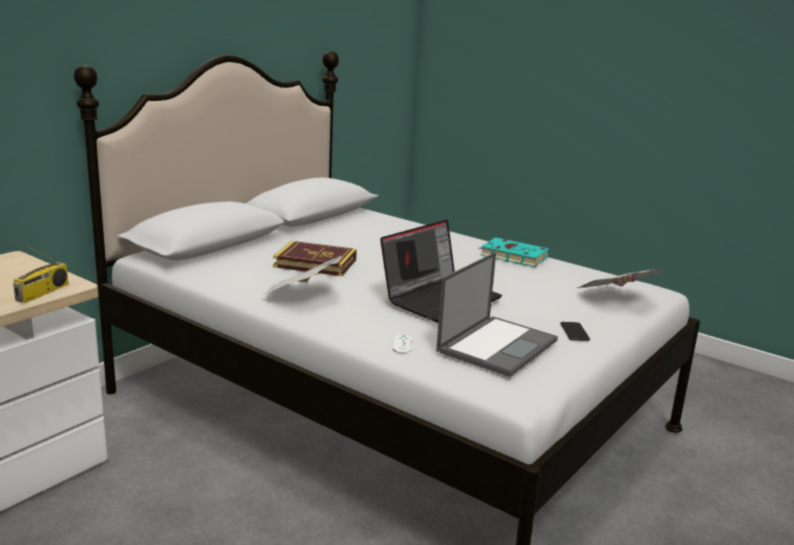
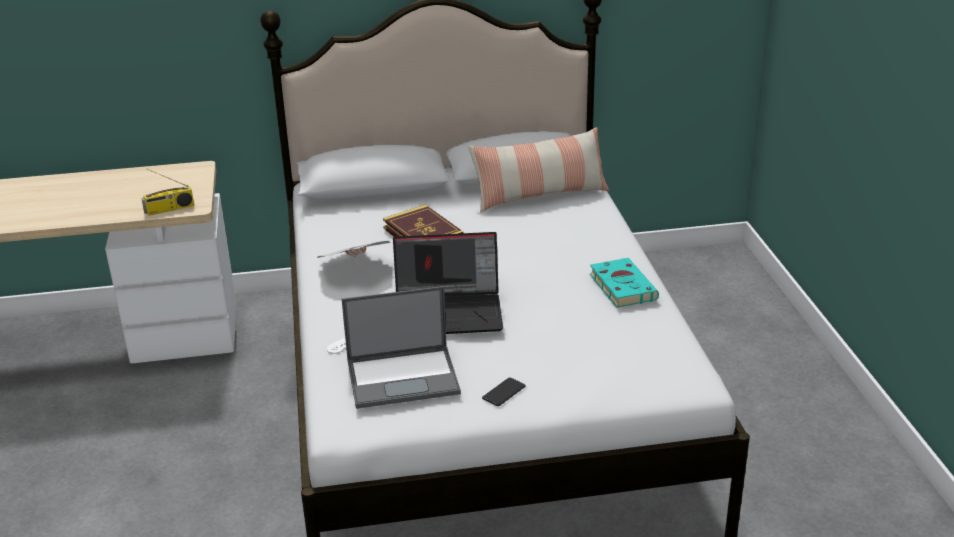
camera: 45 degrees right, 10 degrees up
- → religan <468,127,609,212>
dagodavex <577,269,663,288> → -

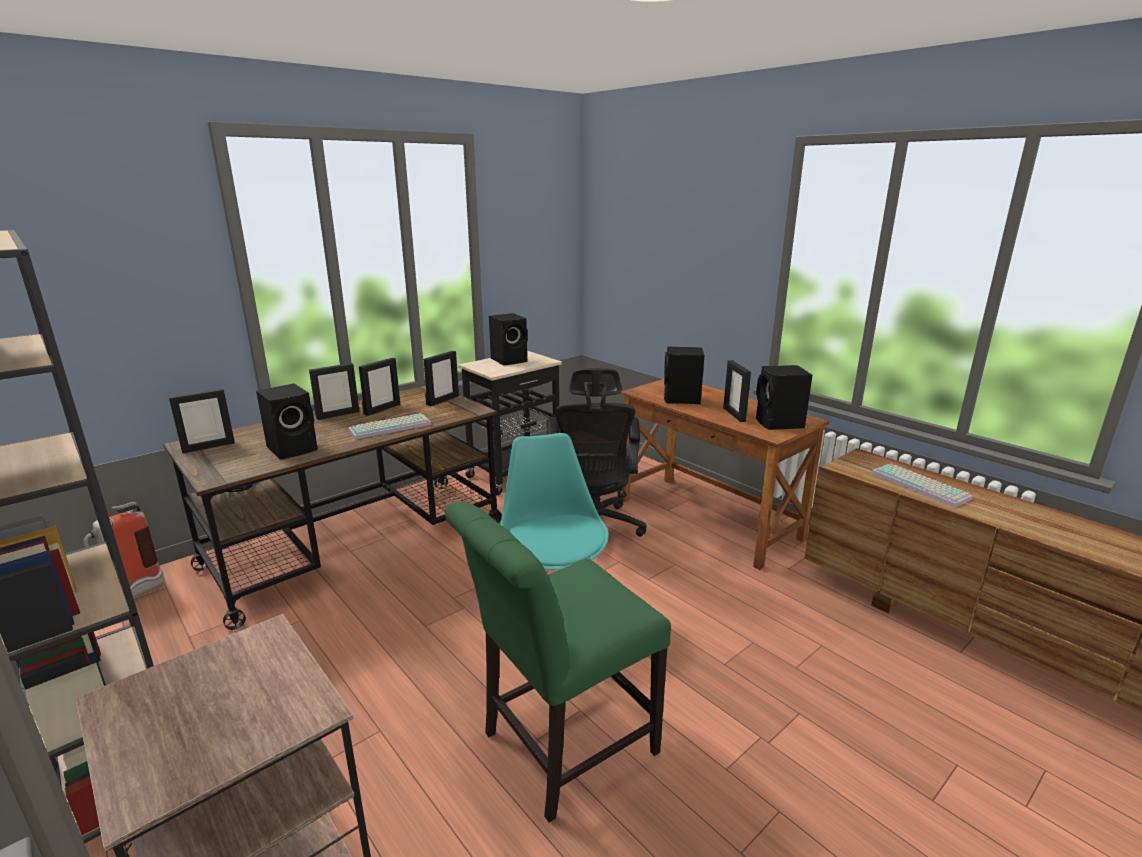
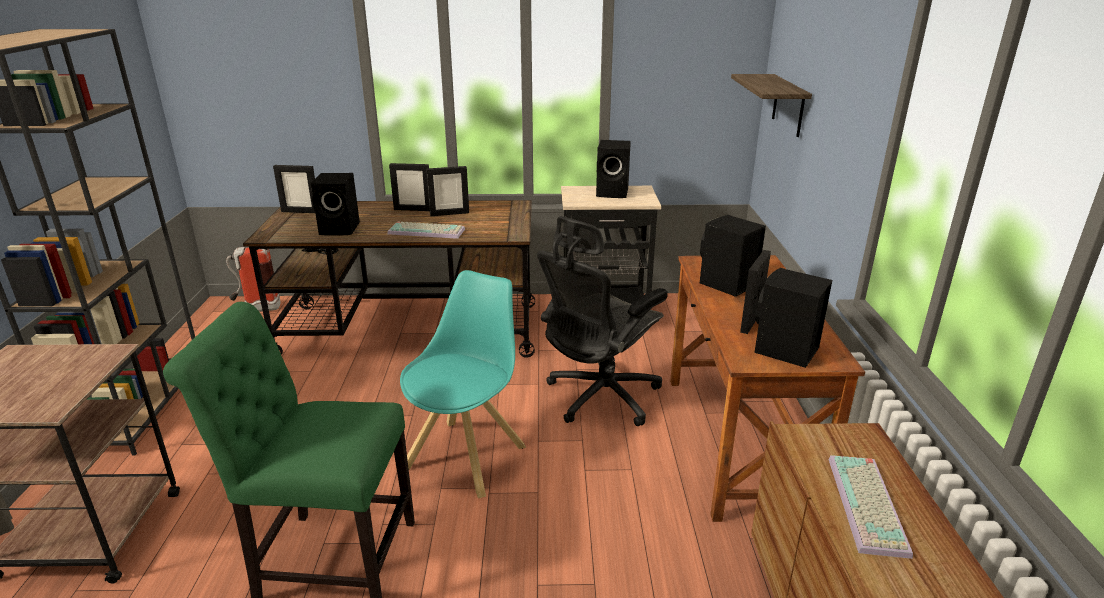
camera: 40 degrees right, 5 degrees up
- → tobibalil <731,74,812,137>
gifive <424,351,459,406> → -

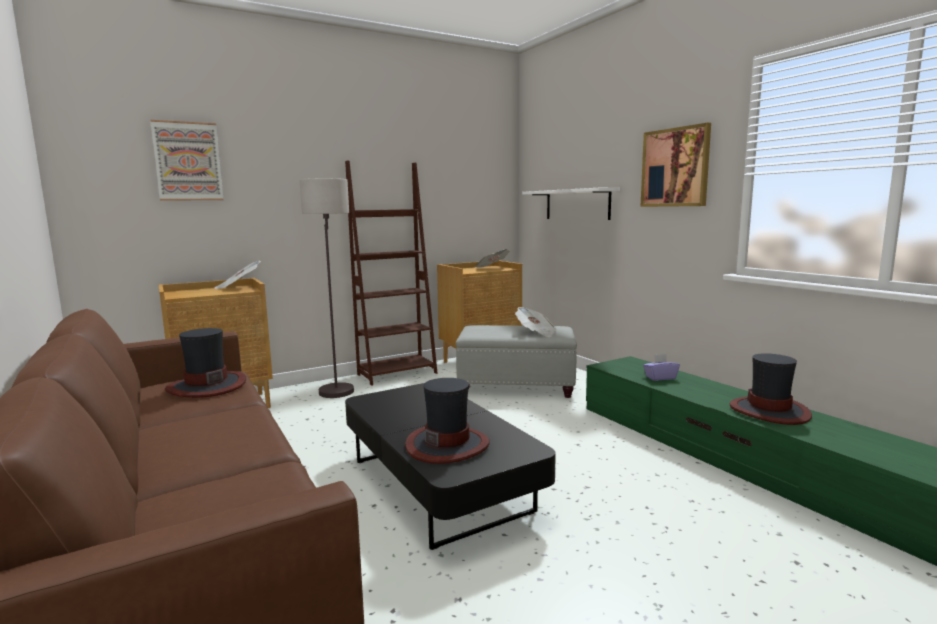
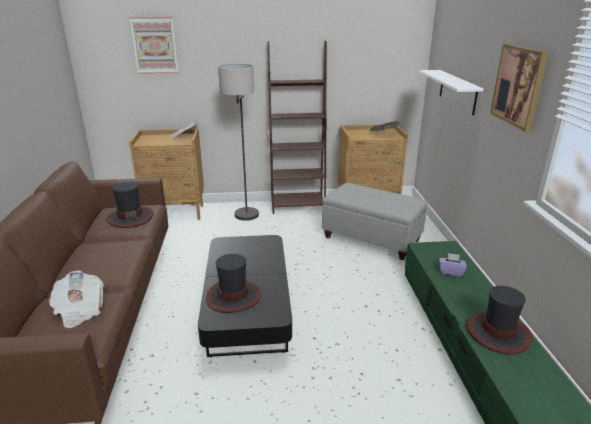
camera: 25 degrees right, 15 degrees up
dagodavex <515,307,557,337> → dagodavex <49,271,104,328>, relocated

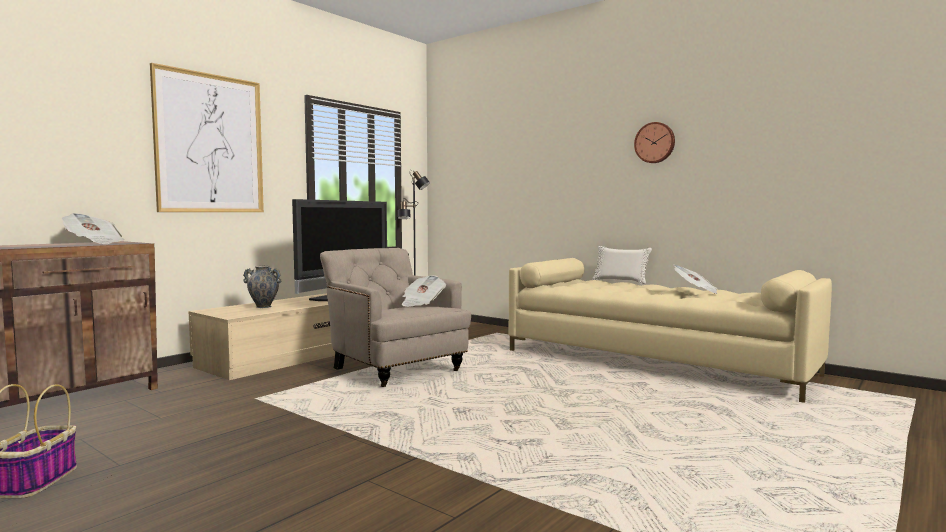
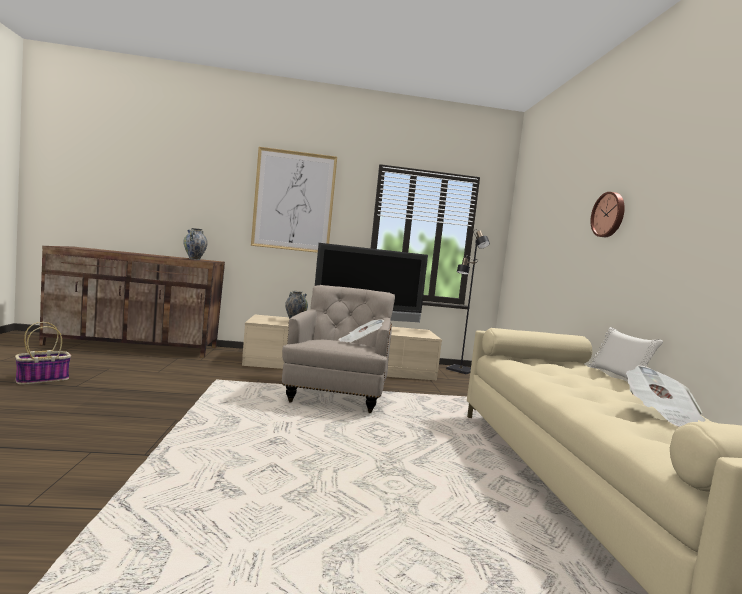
camera: 45 degrees right, 0 degrees up
dagodavex <62,213,125,244> → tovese <183,228,208,260>
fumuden <634,122,675,163> → fumuden <590,192,625,237>, relocated

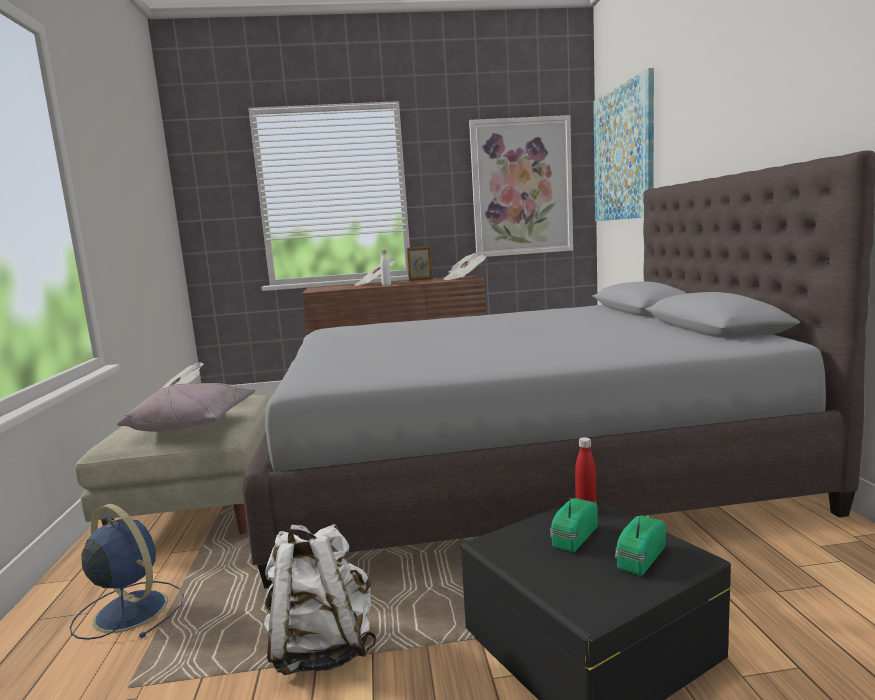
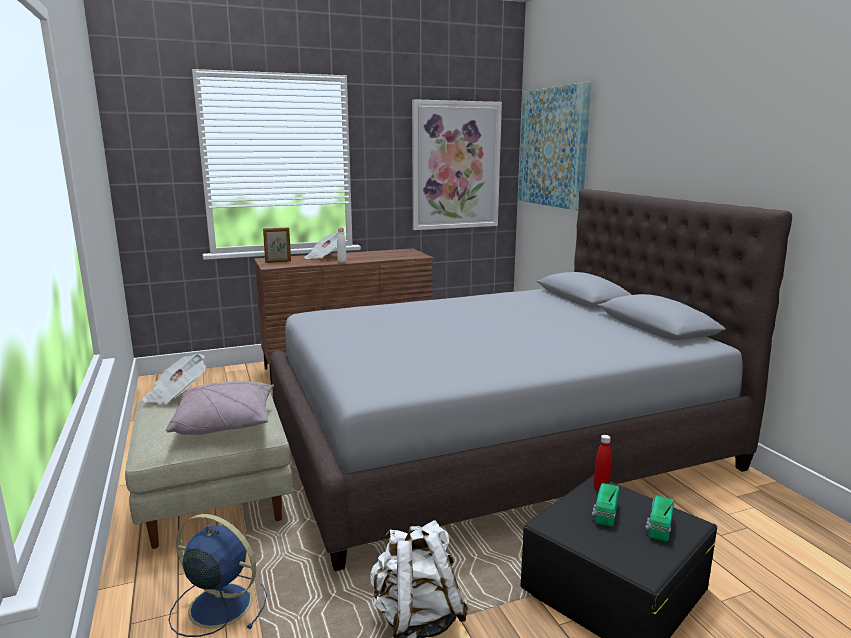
camera: 15 degrees left, 5 degrees up
gifive <407,246,433,281> → gifive <263,227,291,263>, relocated
dagodavex <443,252,486,280> → -

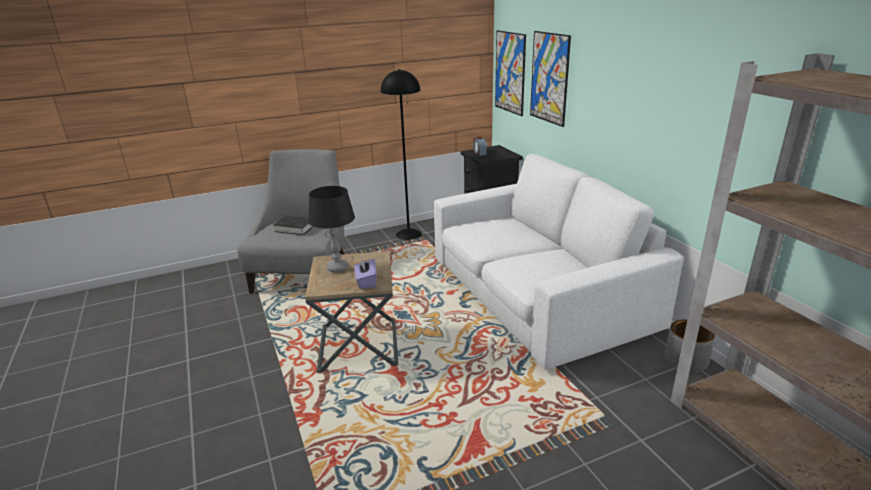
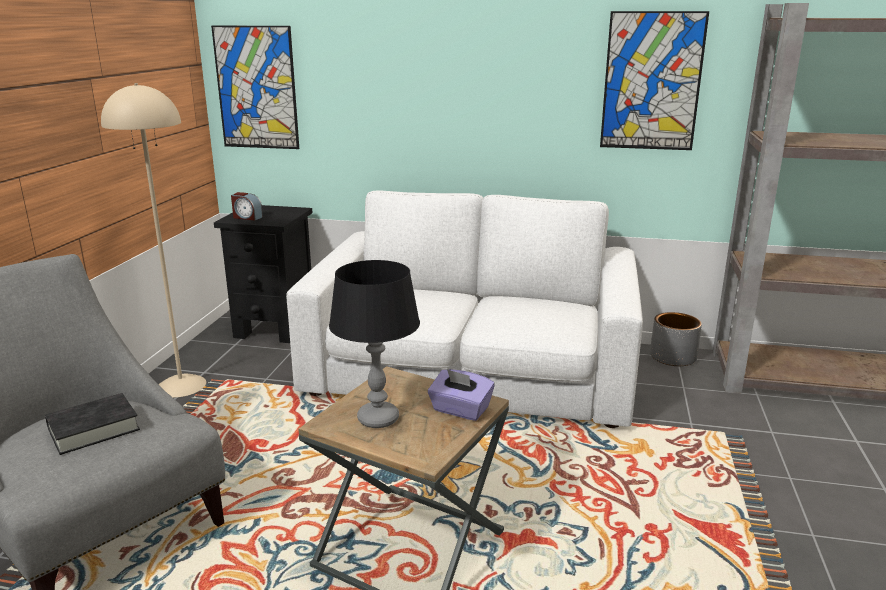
camera: 55 degrees left, 5 degrees down
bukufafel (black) <381,69,422,240> → bukufafel (beige) <101,83,206,398>
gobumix <530,31,571,127> → gobumix <600,11,709,150>, relocated

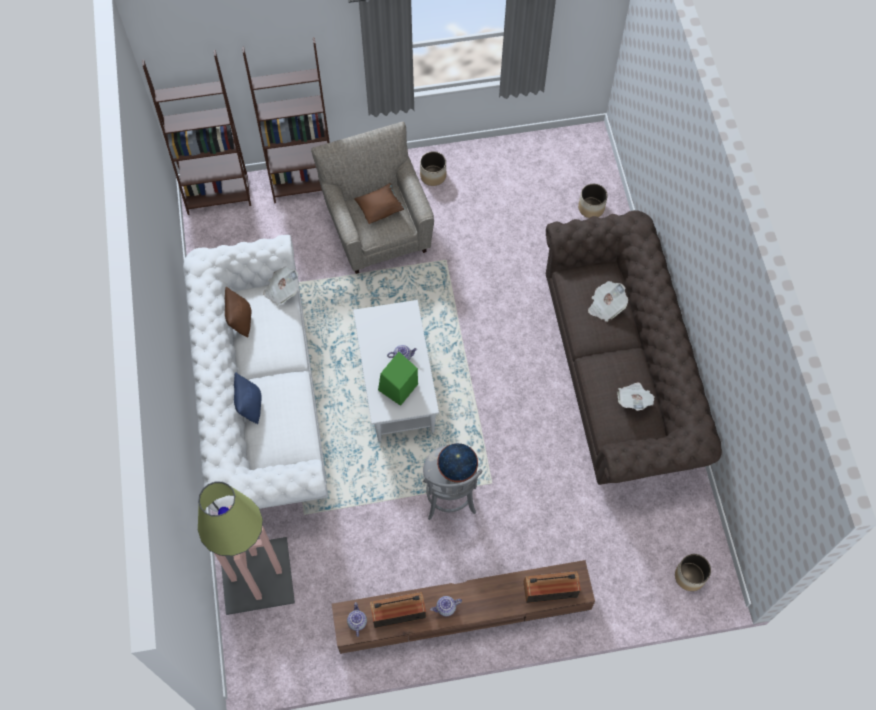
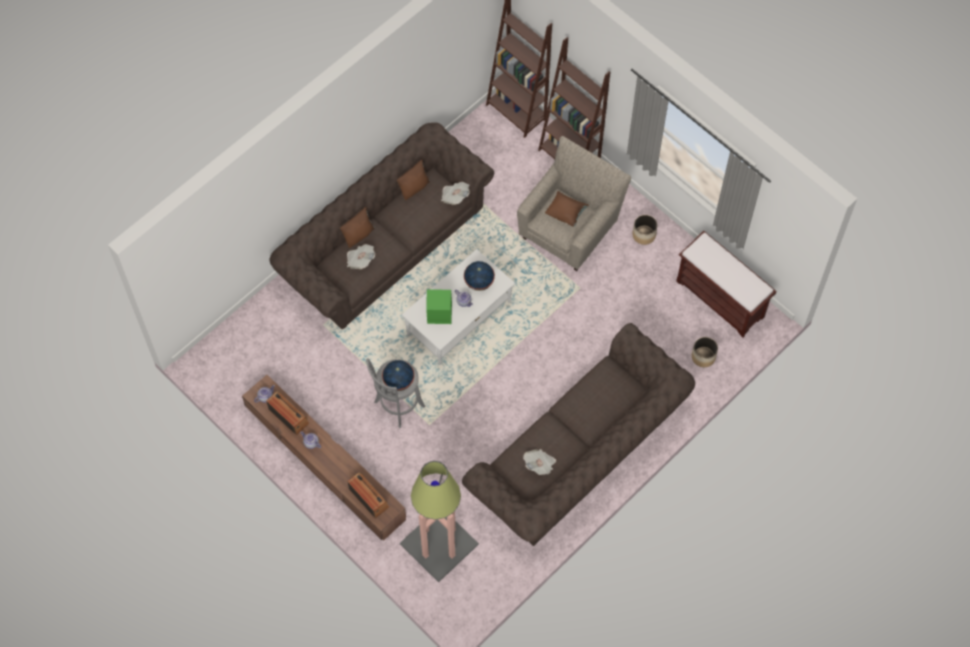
camera: 55 degrees right, 0 degrees up
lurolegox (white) <183,235,328,512> → lurolegox (brown) <269,122,494,329>
religan (blue) <234,372,262,424> → religan (brown) <340,207,375,248>
dagodavex <588,281,628,322> → dagodavex <347,244,375,269>, relocated
bukufafel <198,482,295,615> → bukufafel <400,461,479,582>, relocated
- → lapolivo <464,261,495,291>
- → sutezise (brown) <676,231,776,337>
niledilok <675,554,711,591> → -

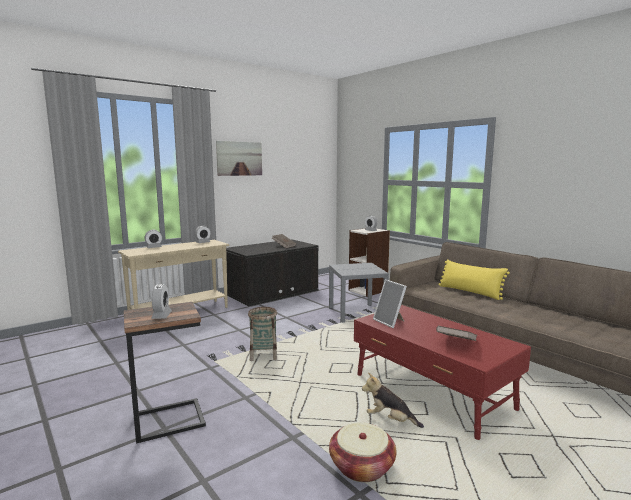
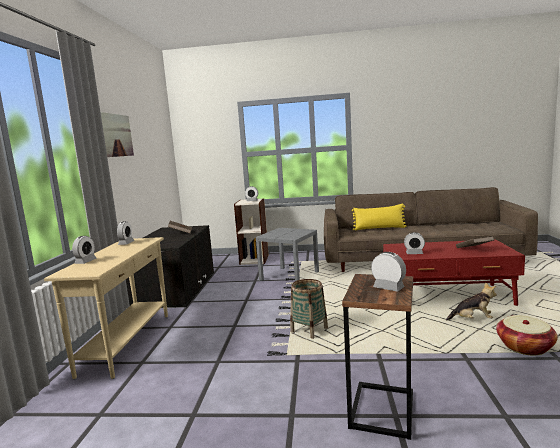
camera: 45 degrees left, 0 degrees up
gifive <373,279,407,328> → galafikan <404,232,425,254>
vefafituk <362,373,424,428> → vefafituk <446,282,497,320>, 150 degrees counterclockwise

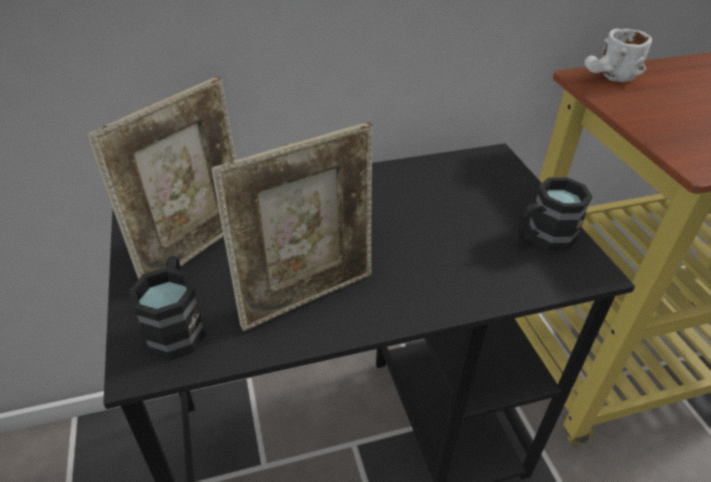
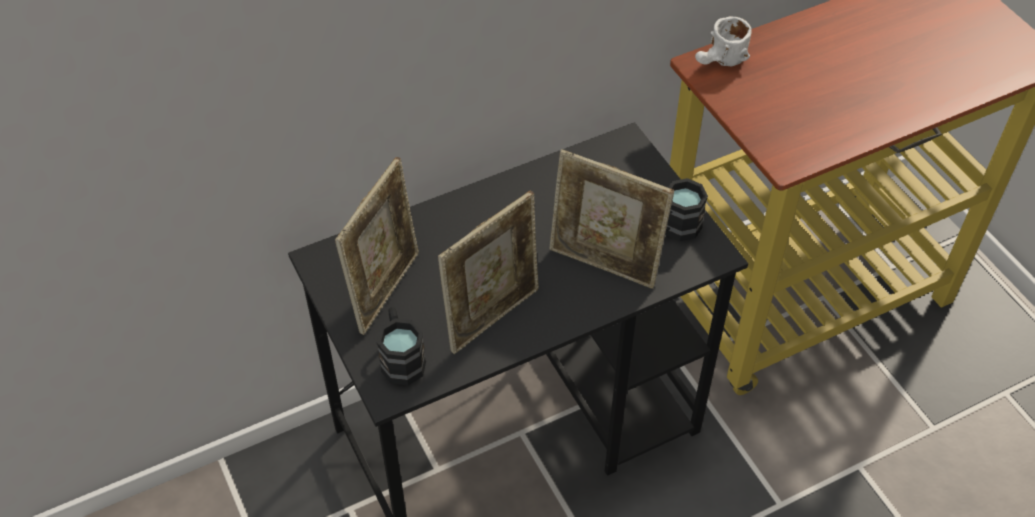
camera: 10 degrees left, 10 degrees up
- → gifive <550,149,674,289>

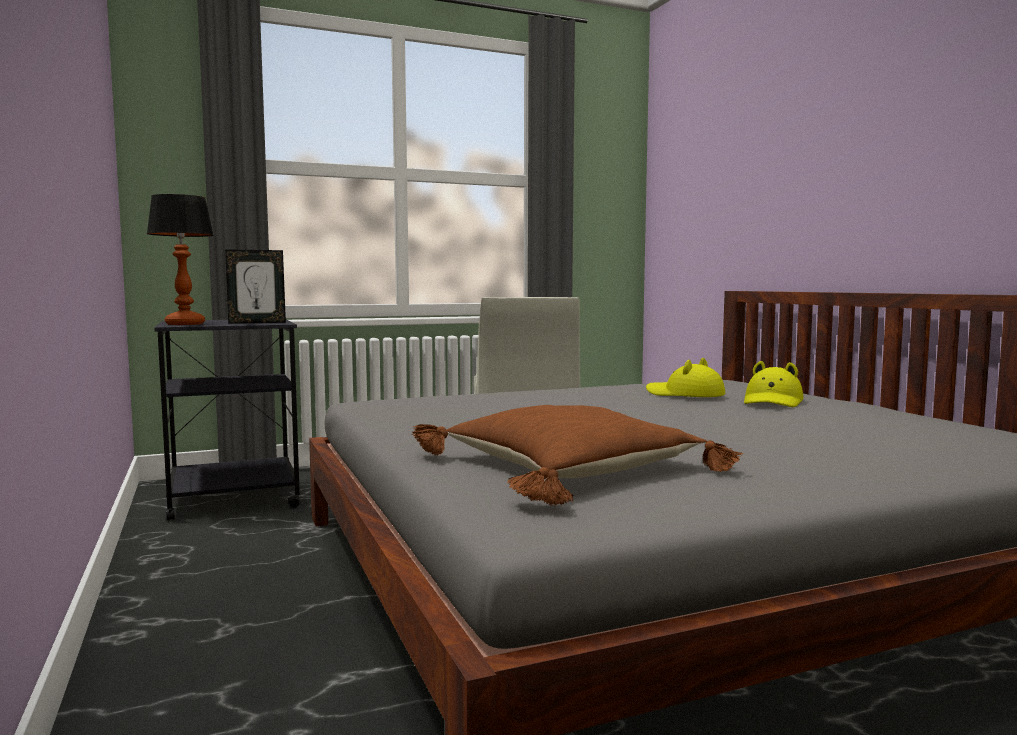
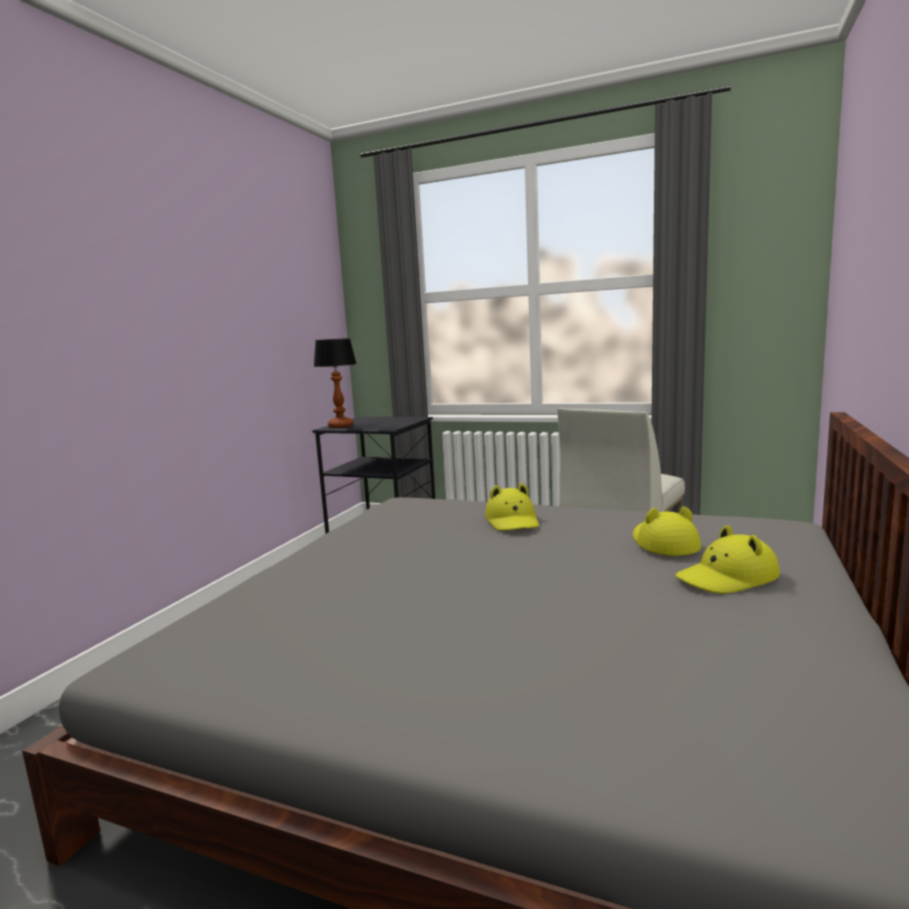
camera: 45 degrees right, 5 degrees up
- → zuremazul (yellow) <485,483,539,531>
gifive <225,249,286,324> → -
religan (brown) <412,405,744,506> → -

